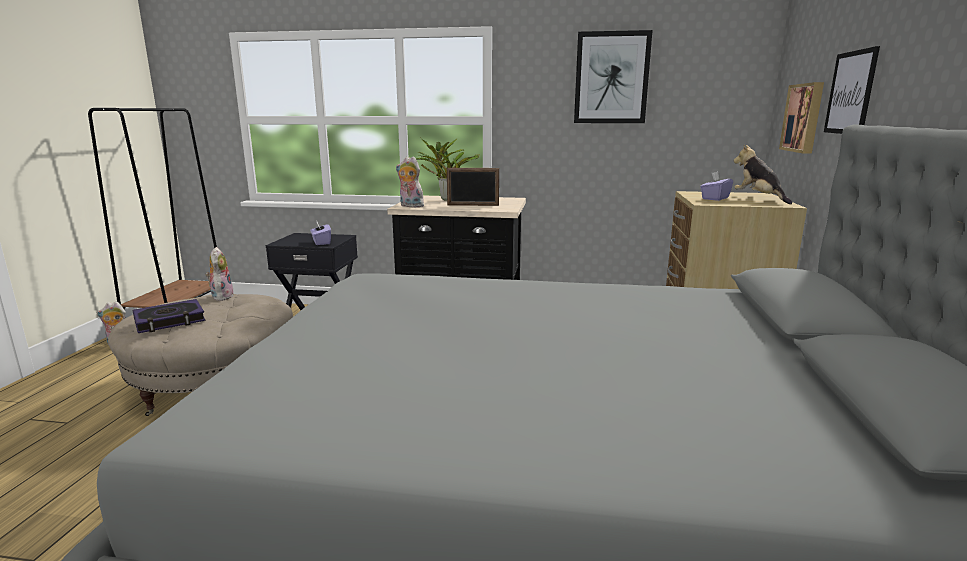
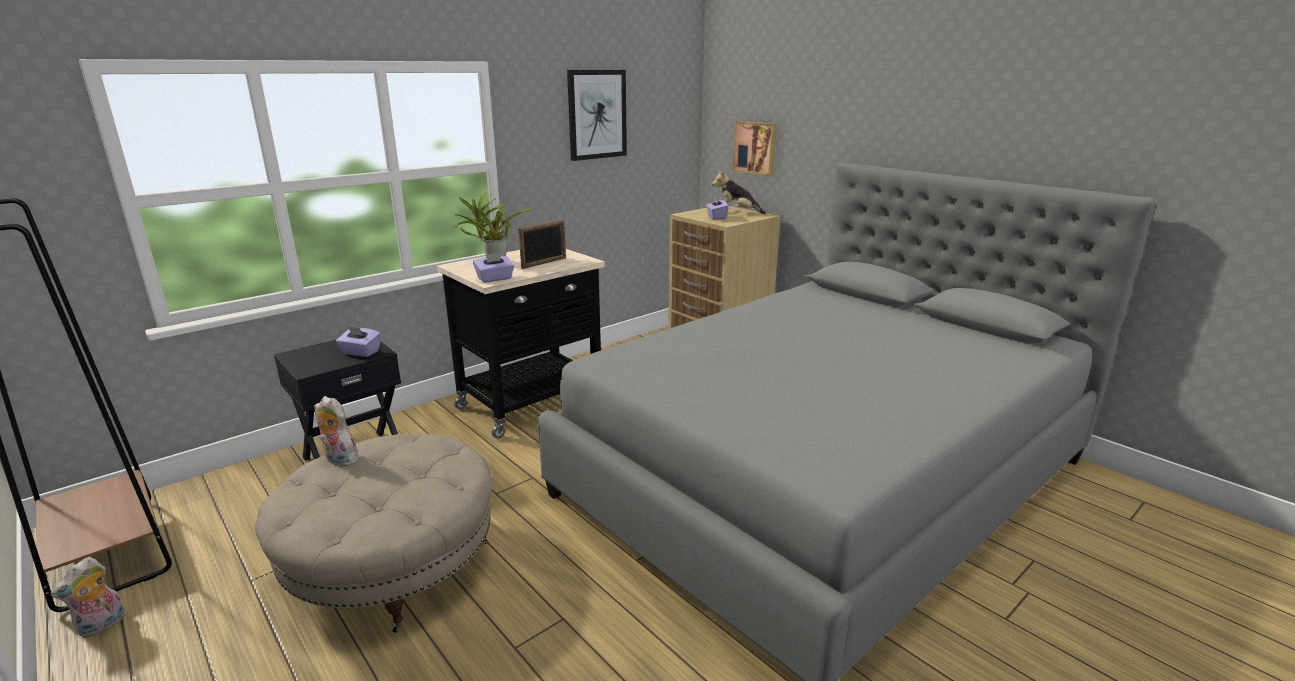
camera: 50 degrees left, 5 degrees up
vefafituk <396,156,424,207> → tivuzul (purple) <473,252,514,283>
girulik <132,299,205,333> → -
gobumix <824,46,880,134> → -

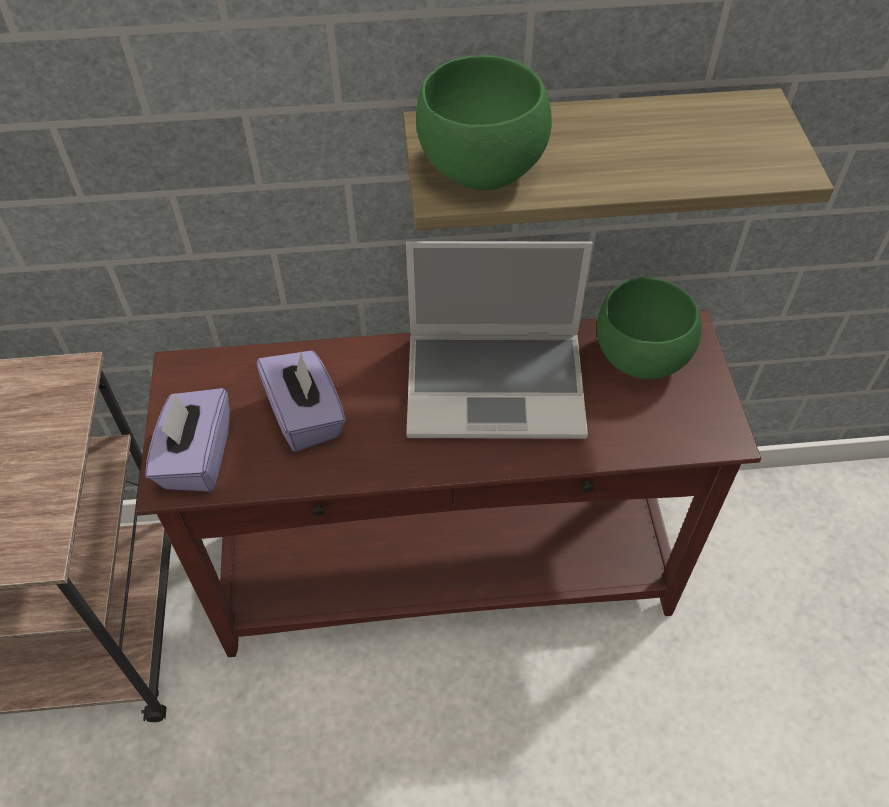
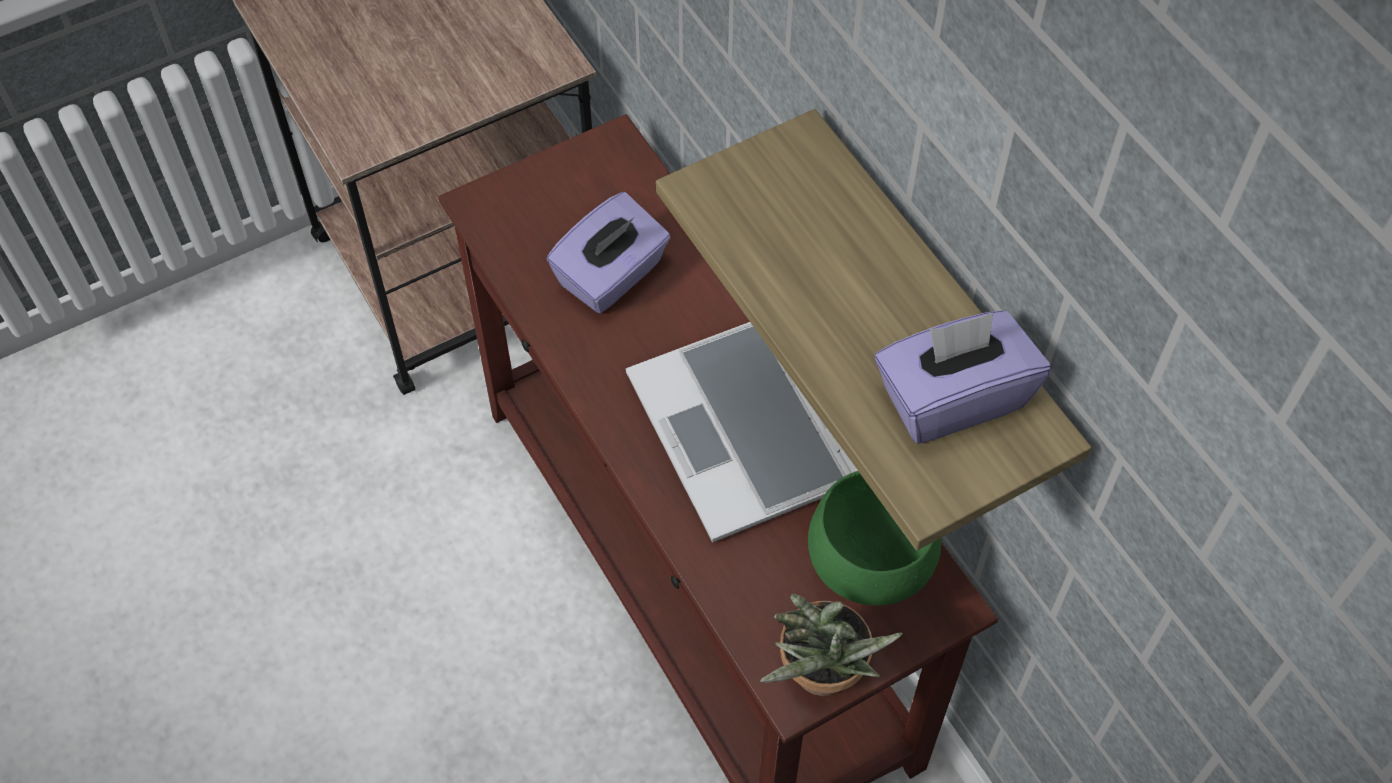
camera: 65 degrees right, 5 degrees up
- → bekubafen <760,594,903,696>
tivuzul (purple) <145,388,230,492> → tivuzul (purple) <875,310,1050,444>, relocated
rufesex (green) <416,55,552,190> → -

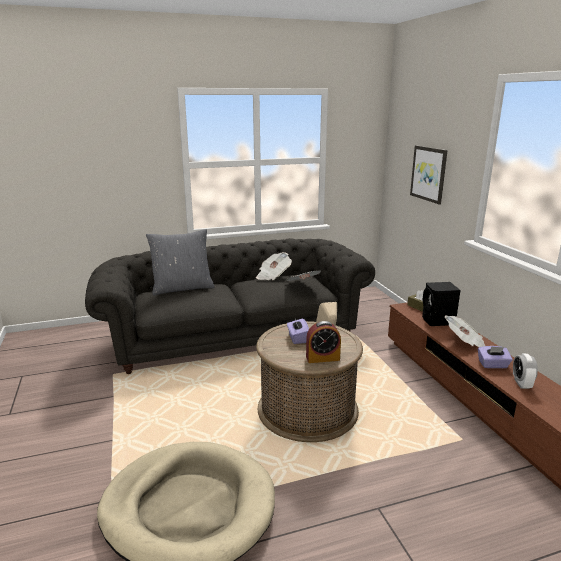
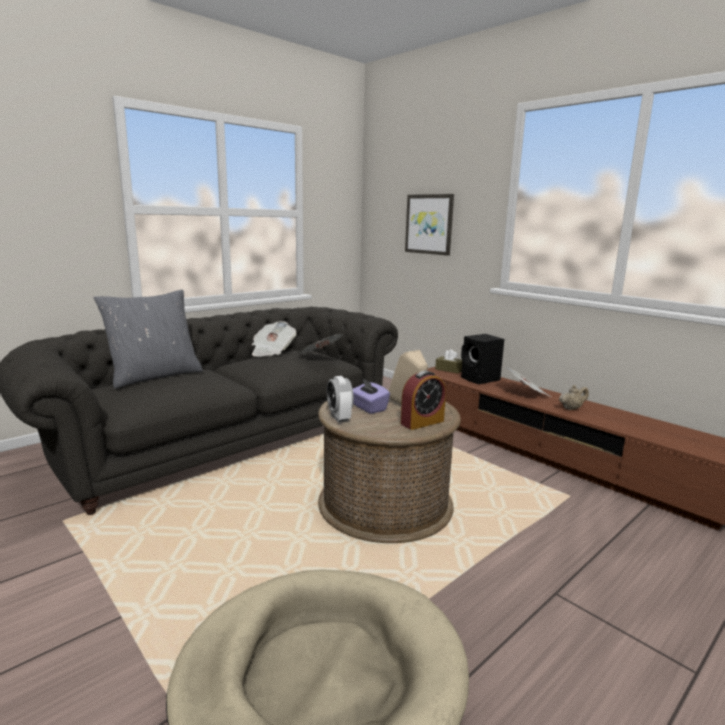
camera: 25 degrees left, 5 degrees down
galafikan <513,354,538,389> → galafikan <327,376,354,422>, relocated
tivuzul (purple) <478,346,513,368> → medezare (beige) <559,385,589,410>

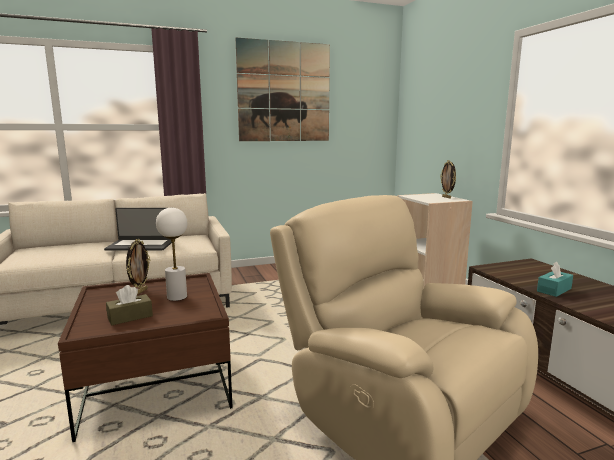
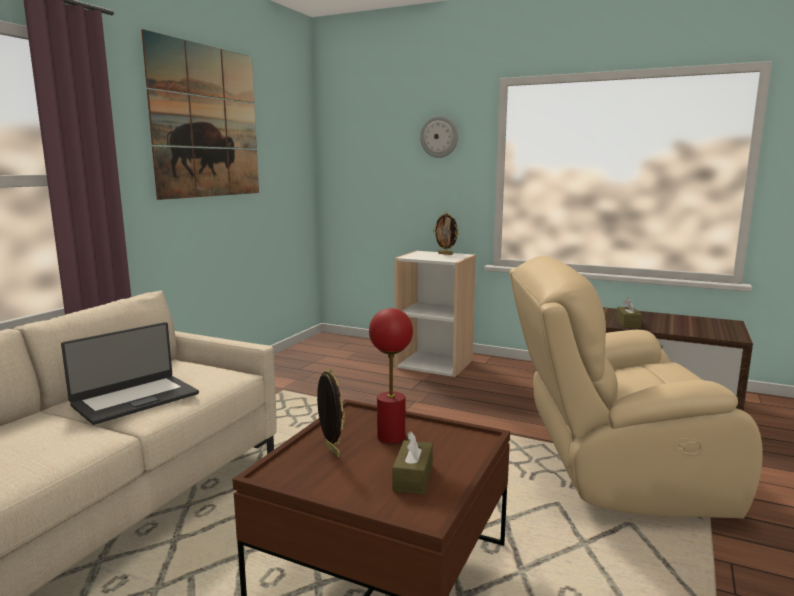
camera: 45 degrees left, 0 degrees up
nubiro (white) <156,207,187,301> → nubiro (red) <369,308,413,444>
- → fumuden <420,116,458,158>
tivuzul (turquoise) <537,261,573,297> → tivuzul (brown) <616,298,642,328>

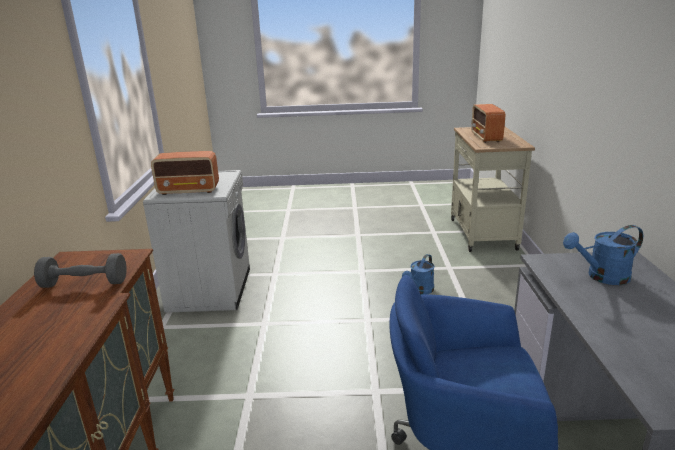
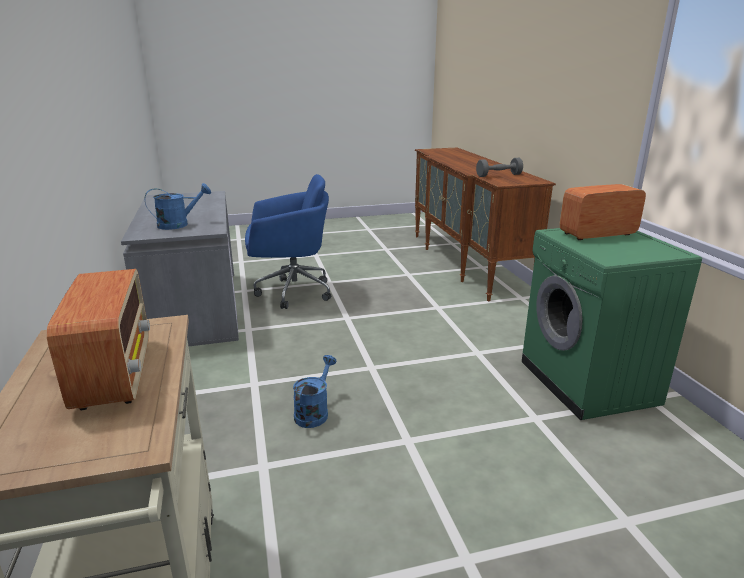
camera: 165 degrees right, 0 degrees up
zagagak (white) <143,170,250,313> → zagagak (green) <522,228,702,420>

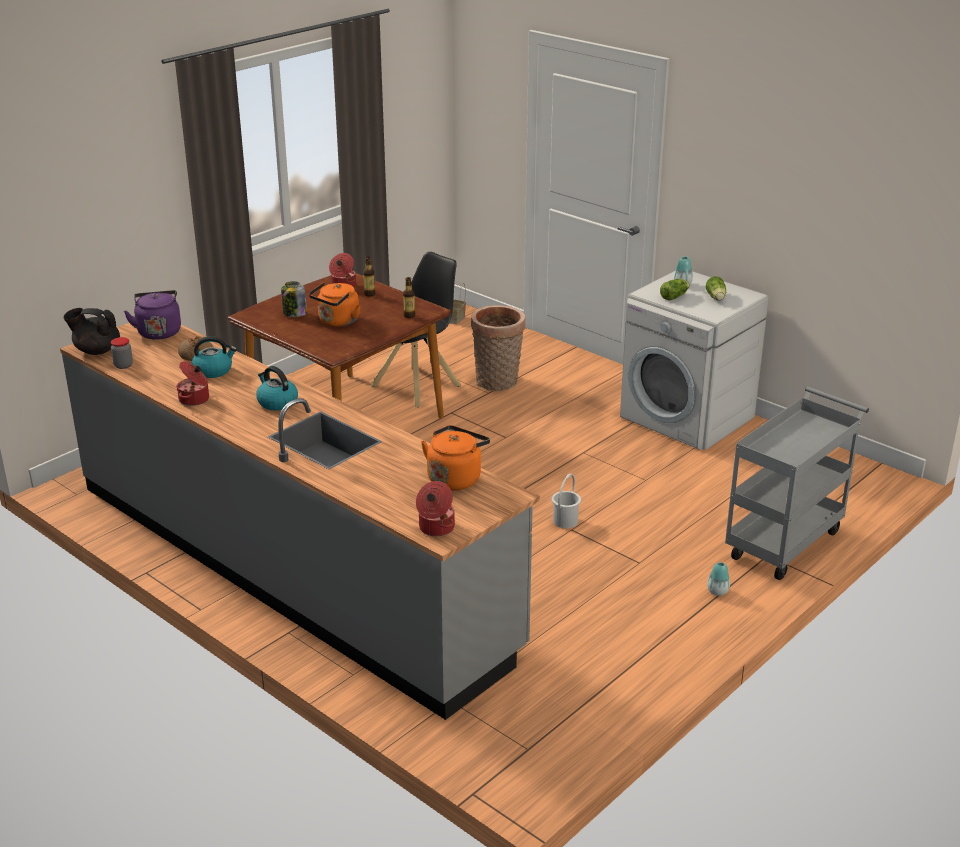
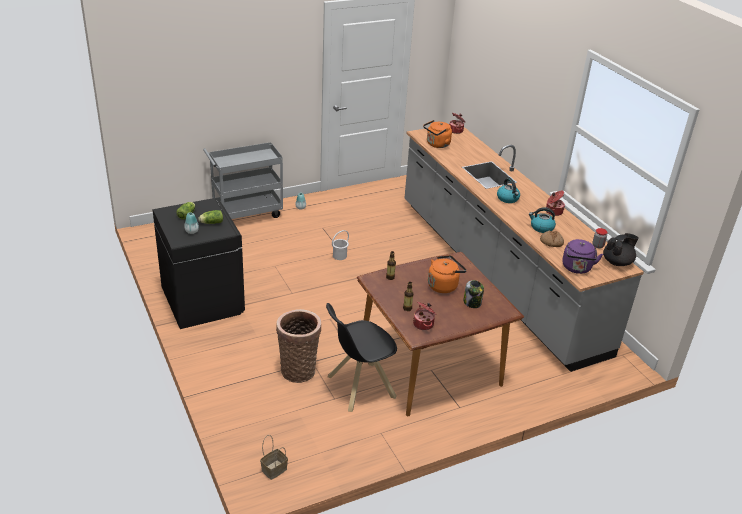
camera: 160 degrees left, 5 degrees up
zagagak (white) <620,270,769,450> → zagagak (black) <153,198,245,329>
medezare (black) <64,308,120,355> → medezare (black) <603,233,639,266>, 60 degrees counterclockwise

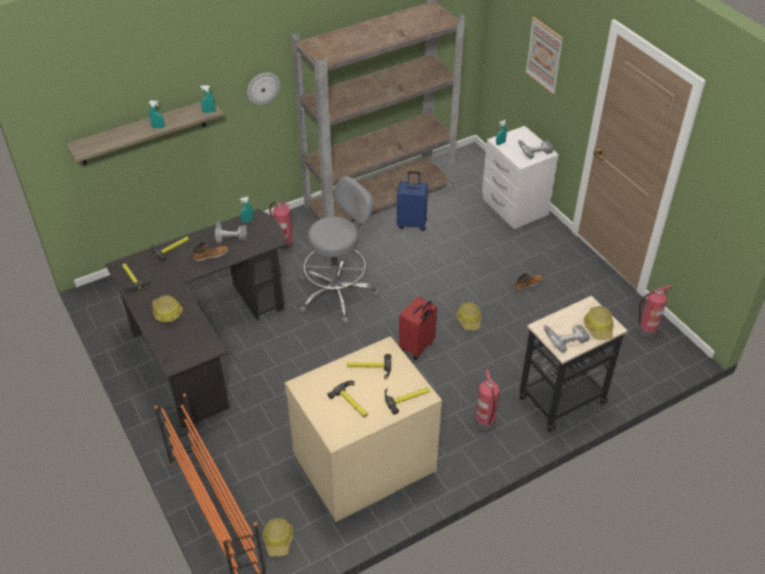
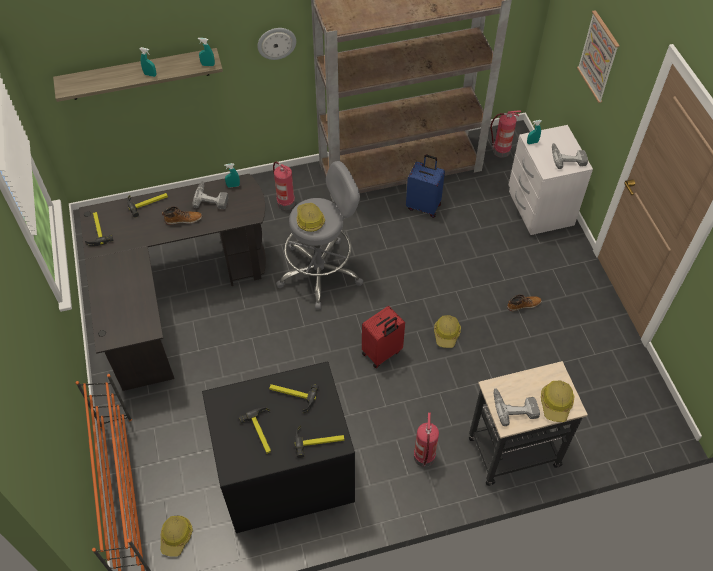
camera: 15 degrees right, 10 degrees up
zagagak (beige) <284,336,442,522> → zagagak (black) <202,361,355,533>
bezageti <152,295,183,323> → bezageti <297,203,325,232>, relocated
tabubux <639,285,673,337> → tabubux <490,110,521,158>, relocated

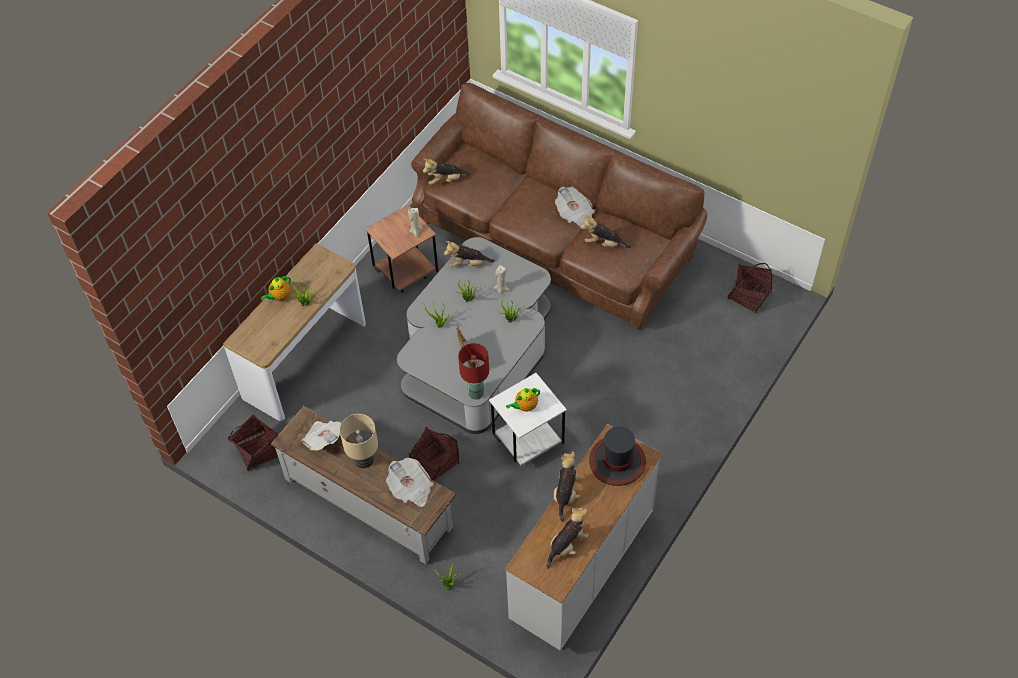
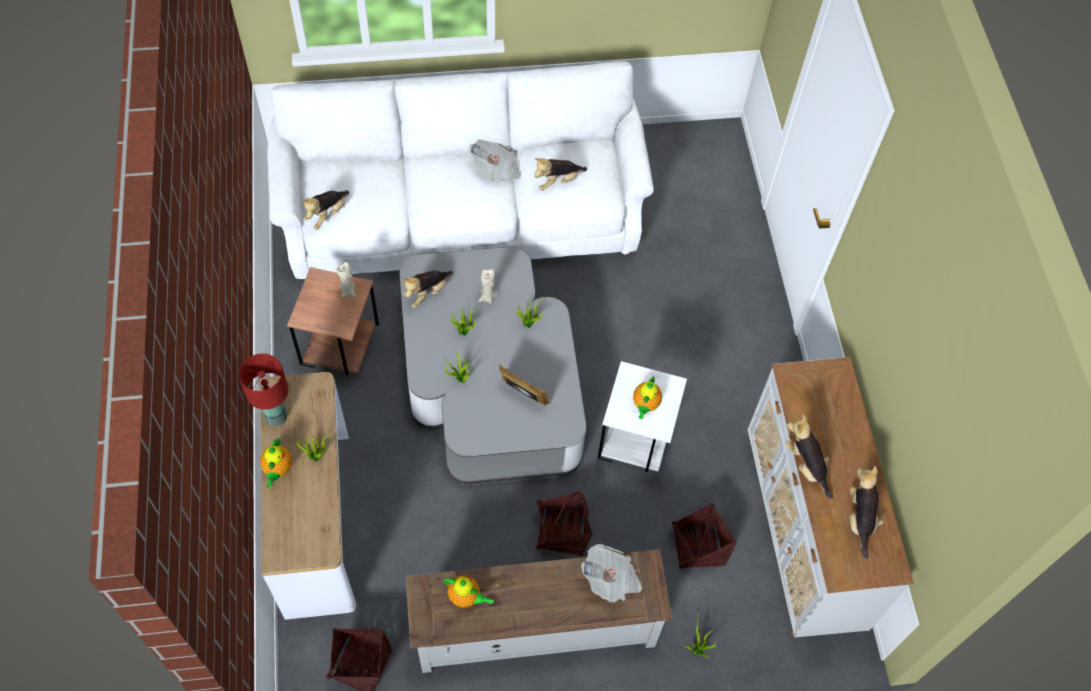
camera: 45 degrees left, 5 degrees up
nubiro (red) <458,343,489,400> → nubiro (red) <239,353,288,426>, relocated
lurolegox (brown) <411,83,707,329> → lurolegox (white) <267,61,654,279>
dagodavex <301,421,341,451> → medezare <444,575,494,607>
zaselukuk <728,263,773,313> → zaselukuk <672,503,737,570>, relocated
nubiro (beige) <339,414,378,468> → -
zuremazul <589,427,646,486> → -

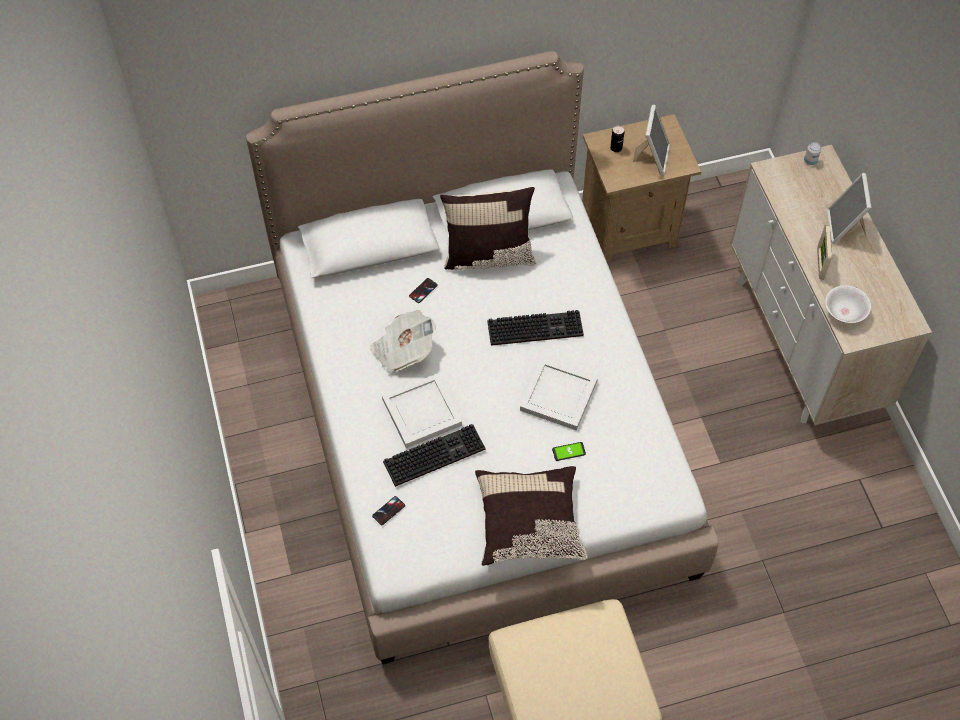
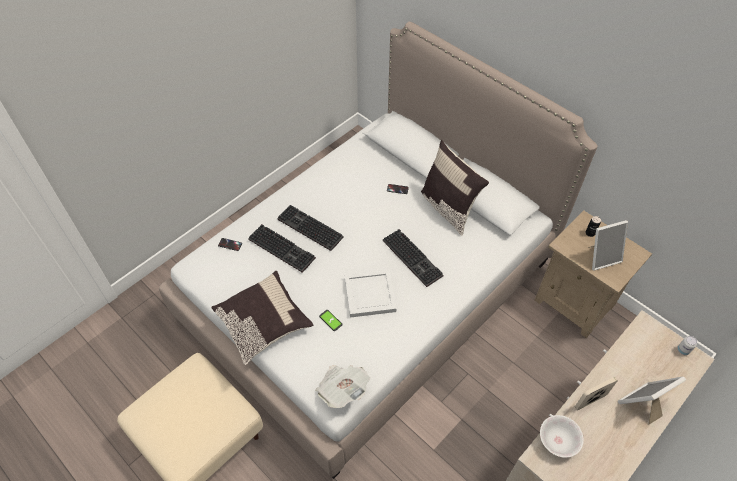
camera: 60 degrees right, 5 degrees down
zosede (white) <382,374,462,448> → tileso <277,205,344,251>
dagodavex <370,310,436,373> → dagodavex <315,365,370,408>, relocated

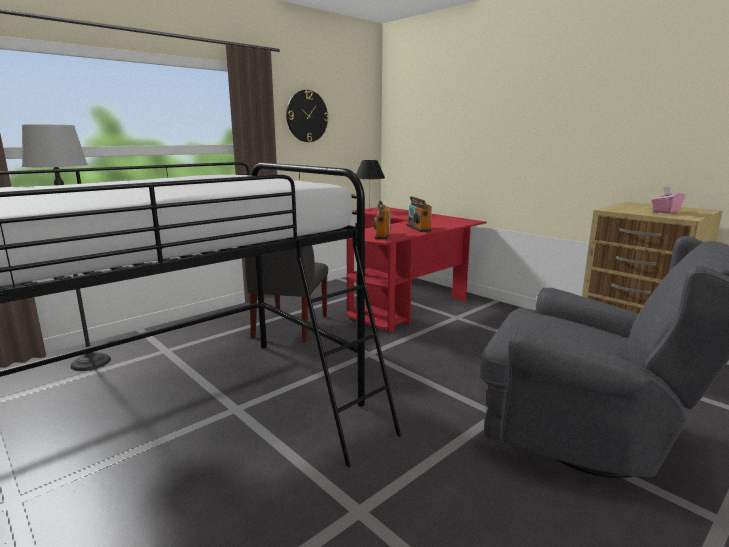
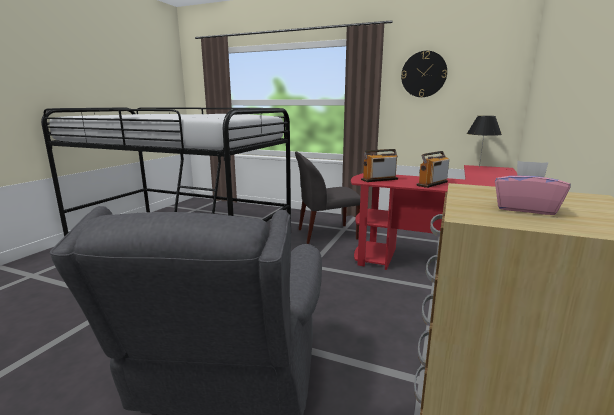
camera: 65 degrees right, 0 degrees up
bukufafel <22,124,111,371> → -

